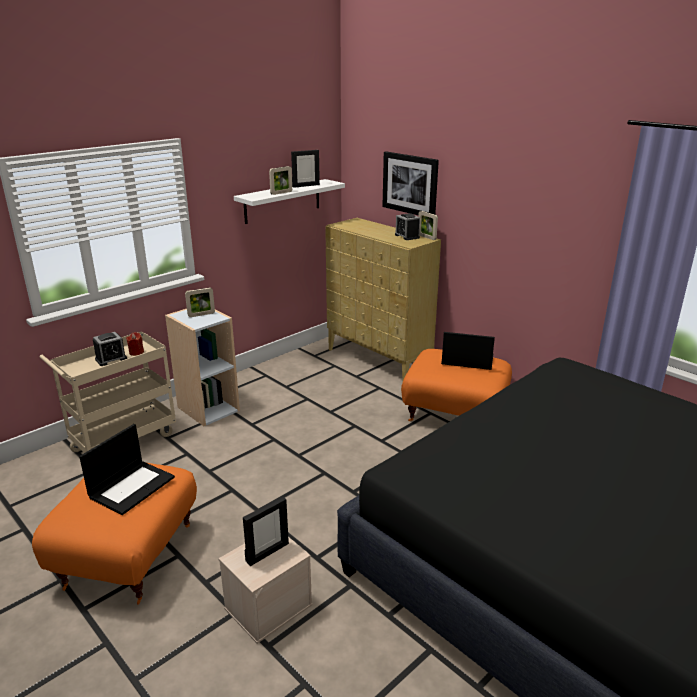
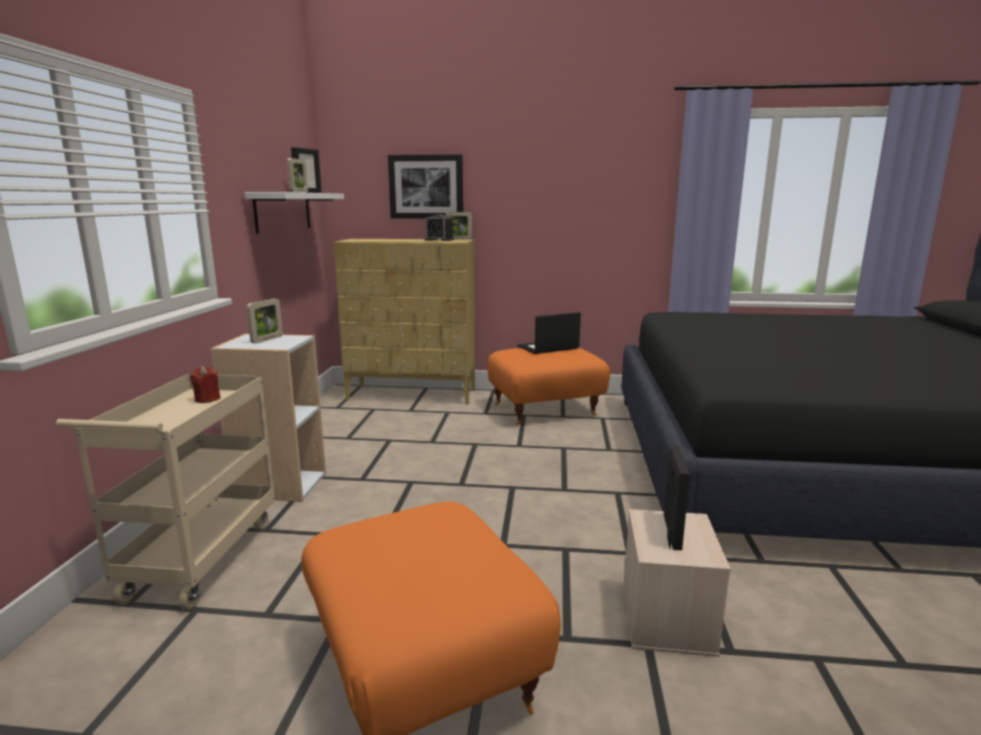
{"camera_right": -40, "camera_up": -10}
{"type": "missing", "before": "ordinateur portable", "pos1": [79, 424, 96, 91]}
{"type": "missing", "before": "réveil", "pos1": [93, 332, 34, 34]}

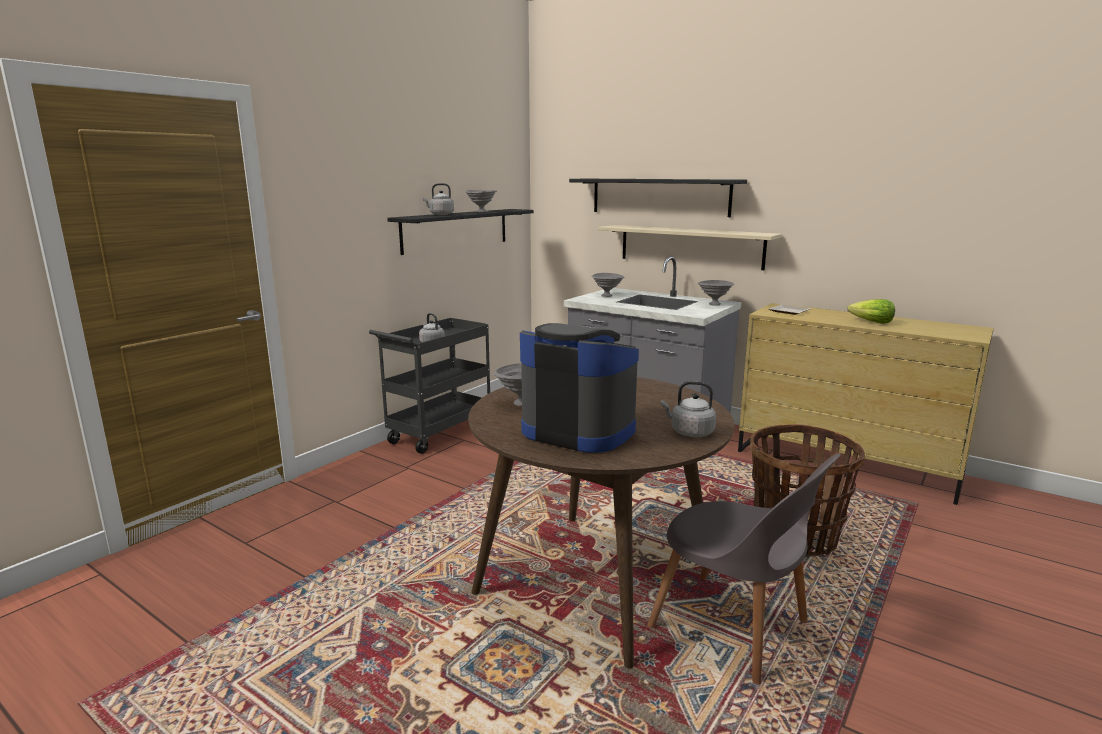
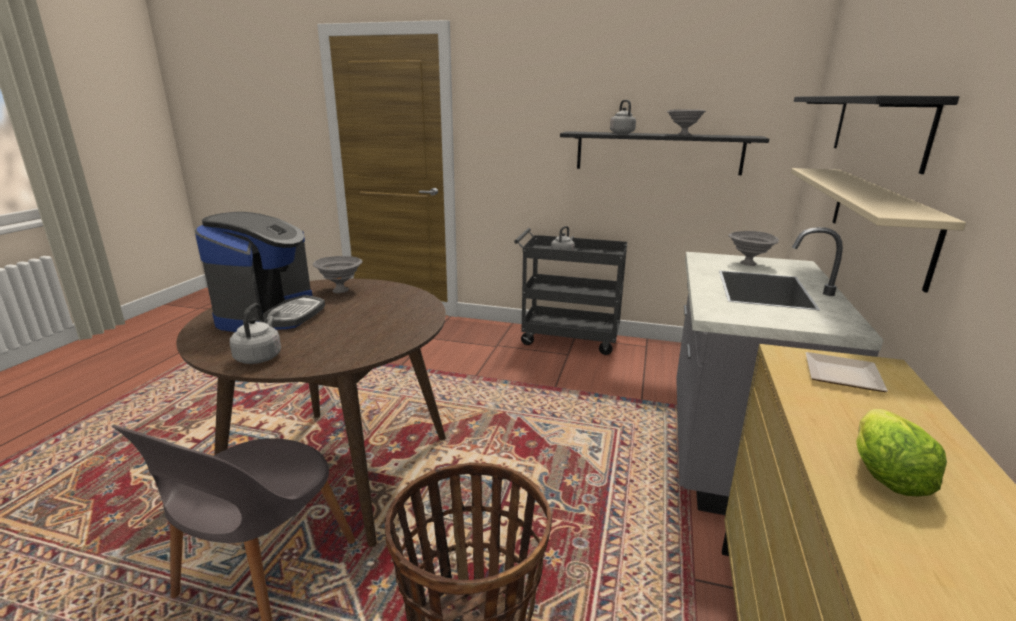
{"camera_right": 70, "camera_up": 5}
{"type": "missing", "before": "bol [gris]", "pos1": [698, 280, 36, 26]}

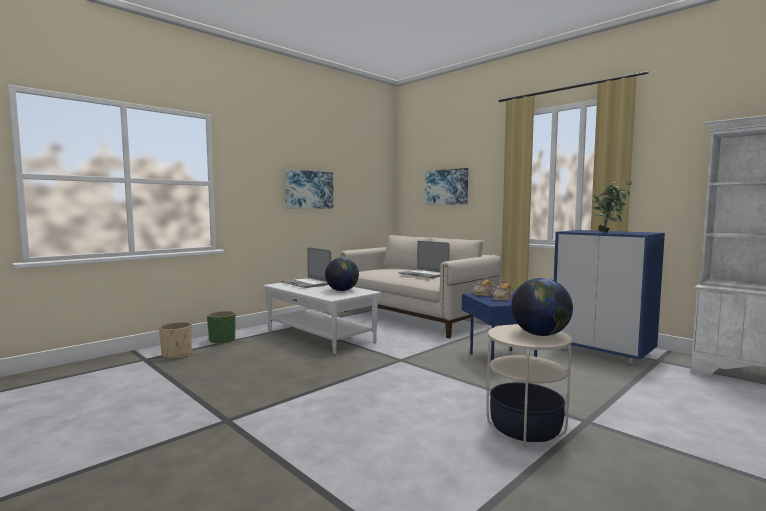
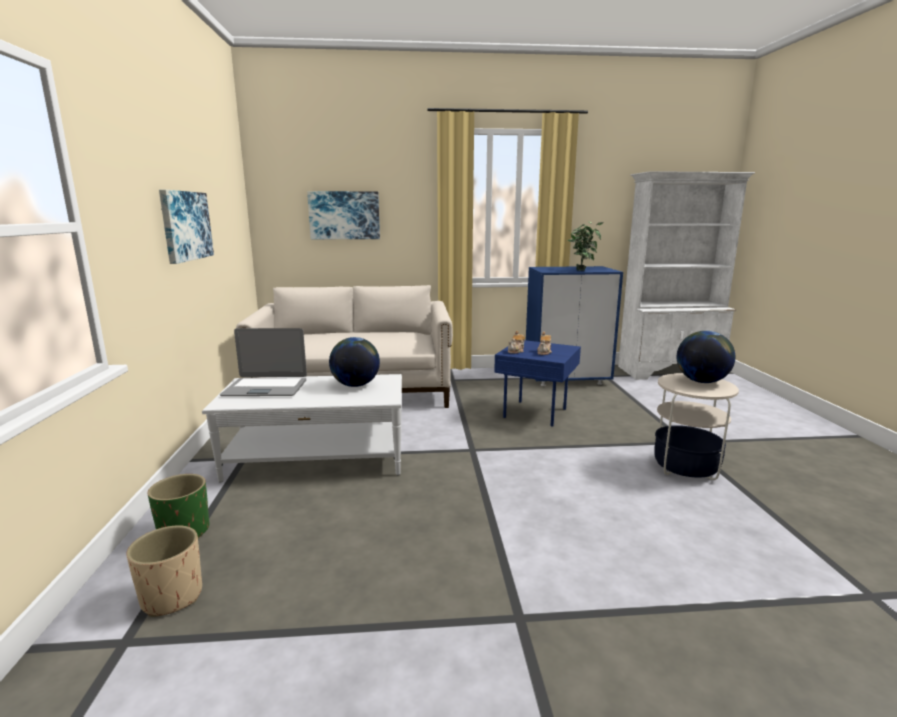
{"camera_right": -50, "camera_up": 10}
{"type": "missing", "before": "ordinateur portable", "pos1": [399, 241, 51, 37]}

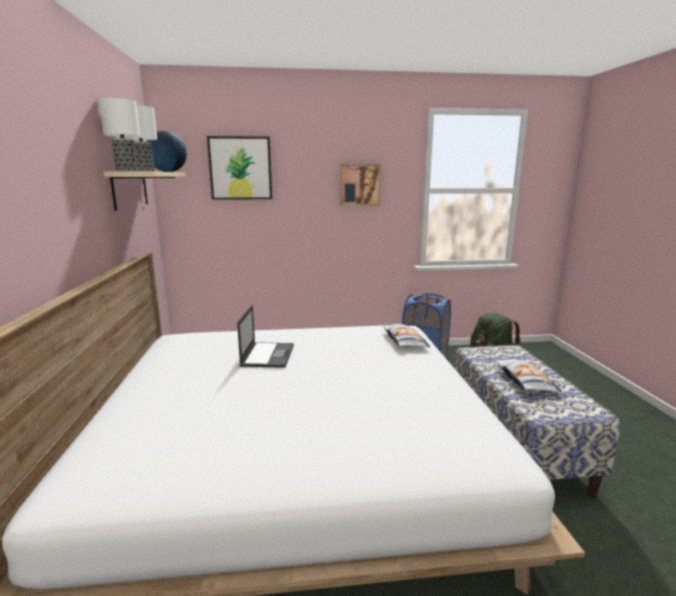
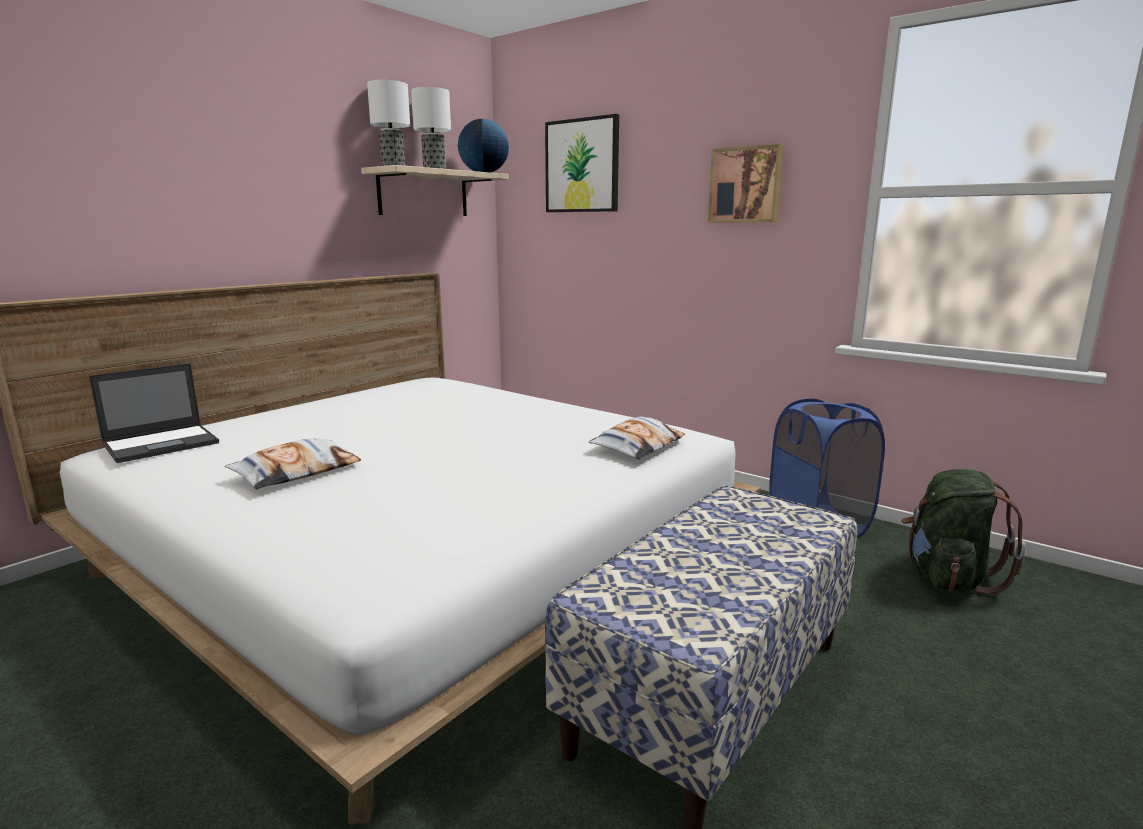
{"camera_right": 45, "camera_up": 0}
{"type": "relocated", "before": "ordinateur portable", "pos1": [237, 305, 57, 63], "pos2": [89, 363, 130, 100]}
{"type": "relocated", "before": "coussin", "pos1": [495, 359, 67, 33], "pos2": [225, 438, 136, 51]}

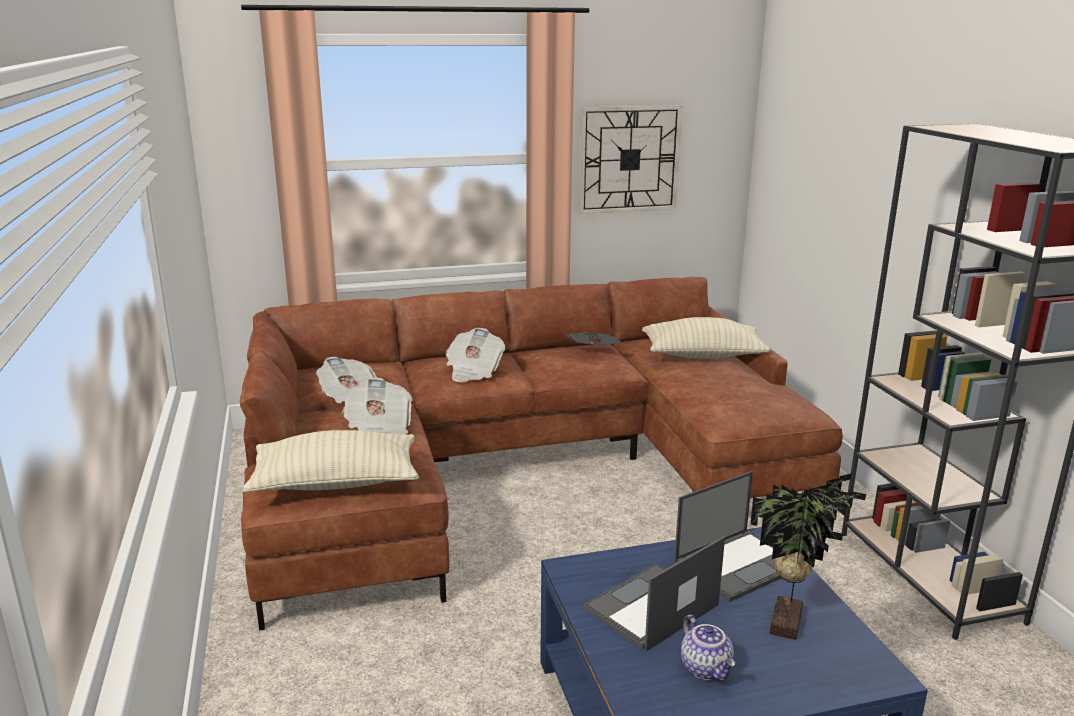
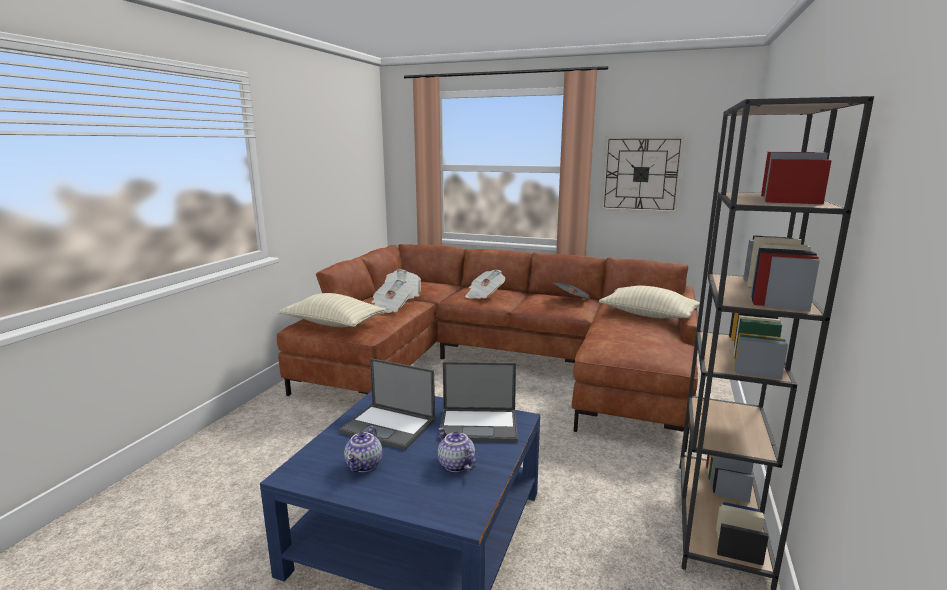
{"camera_right": 35, "camera_up": -5}
{"type": "exchanged", "before": "plante en pot", "after": "théière", "pos1": [750, 473, 116, 167], "pos2": [438, 428, 38, 44]}
{"type": "spun", "before": "ordinateur portable", "pos1": [583, 536, 142, 116], "pos2": [339, 358, 96, 92], "turn": -150}

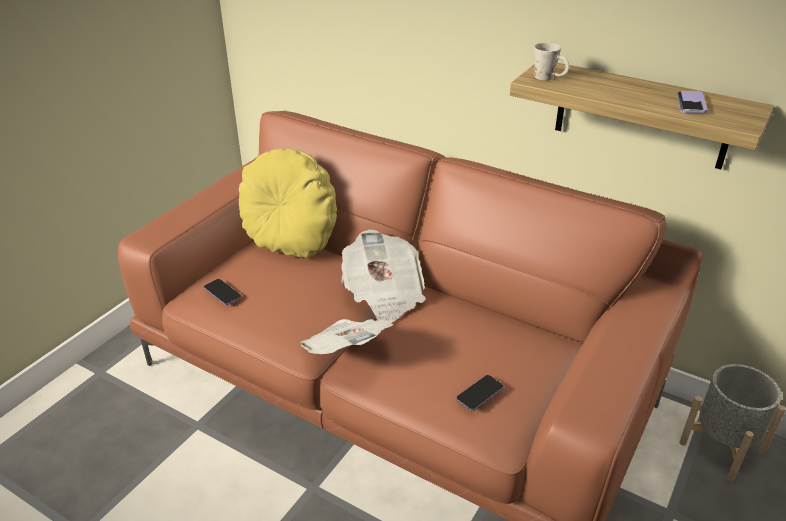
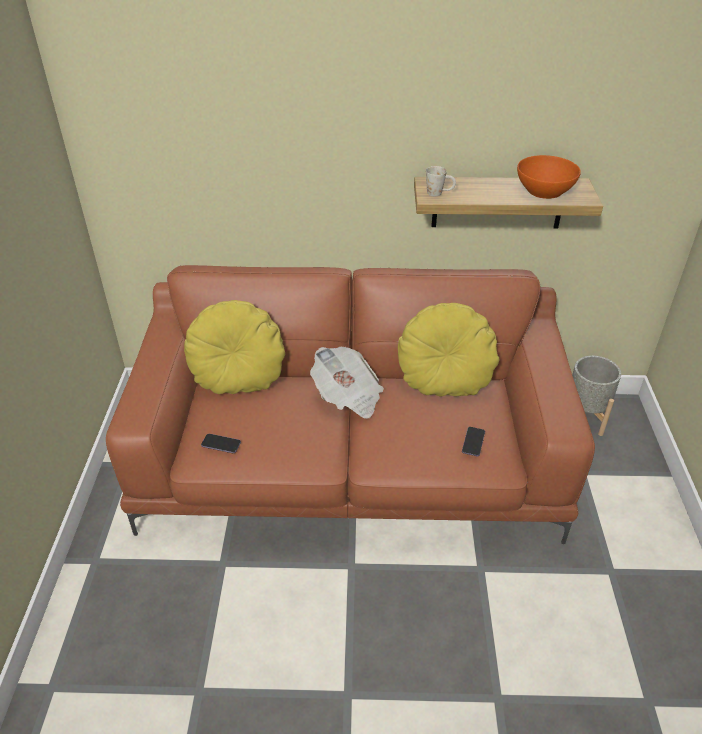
{"camera_right": -30, "camera_up": 5}
{"type": "missing", "before": "journal", "pos1": [300, 319, 94, 35]}
{"type": "appeared", "after": "coussin [jaune]", "pos2": [398, 303, 101, 93]}
{"type": "exchanged", "before": "téléphone", "after": "bol [orange]", "pos1": [677, 91, 30, 22], "pos2": [517, 155, 64, 44]}

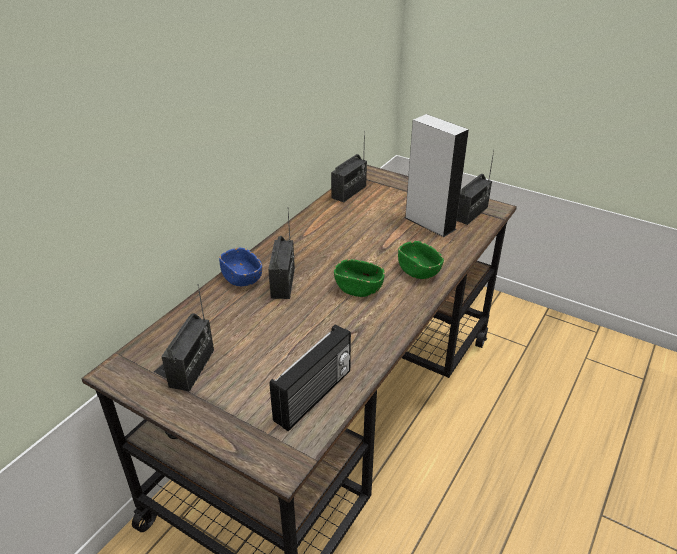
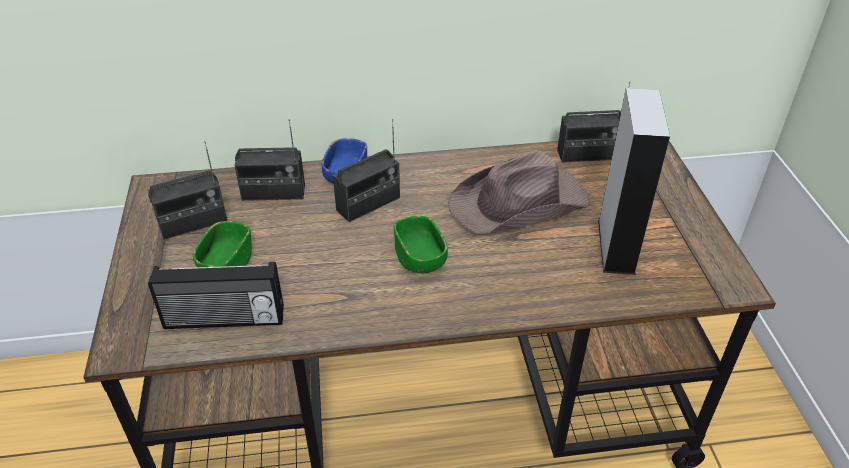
{"camera_right": 50, "camera_up": 5}
{"type": "appeared", "after": "chapeau [marron]", "pos2": [448, 150, 142, 84]}
{"type": "relocated", "before": "bol [vert]", "pos1": [398, 241, 46, 38], "pos2": [193, 221, 59, 46]}
{"type": "relocated", "before": "radio", "pos1": [457, 150, 37, 75], "pos2": [234, 119, 71, 82]}

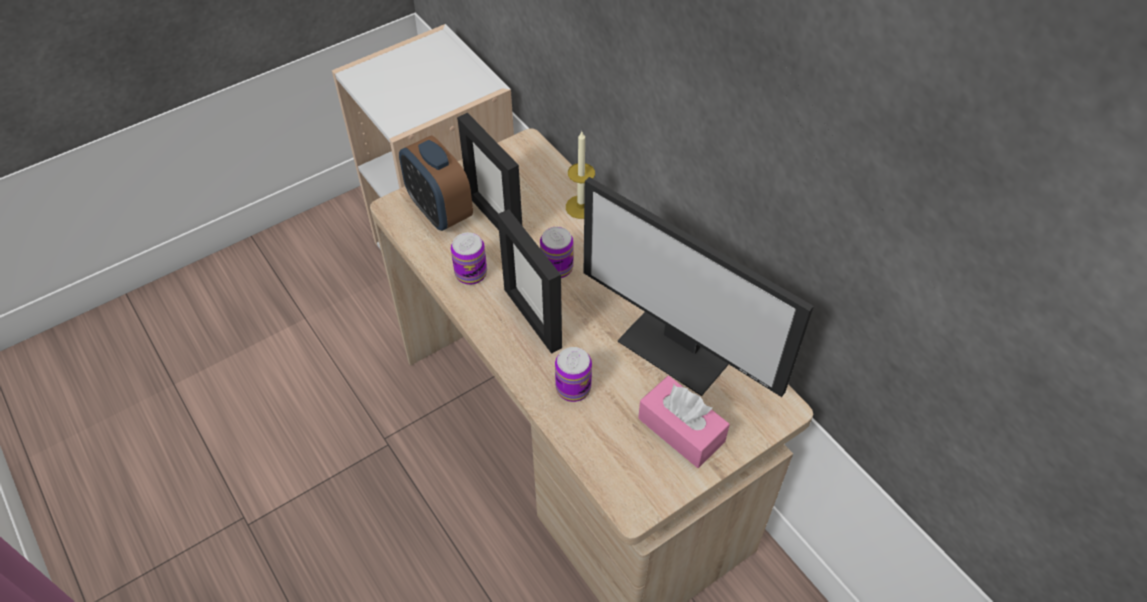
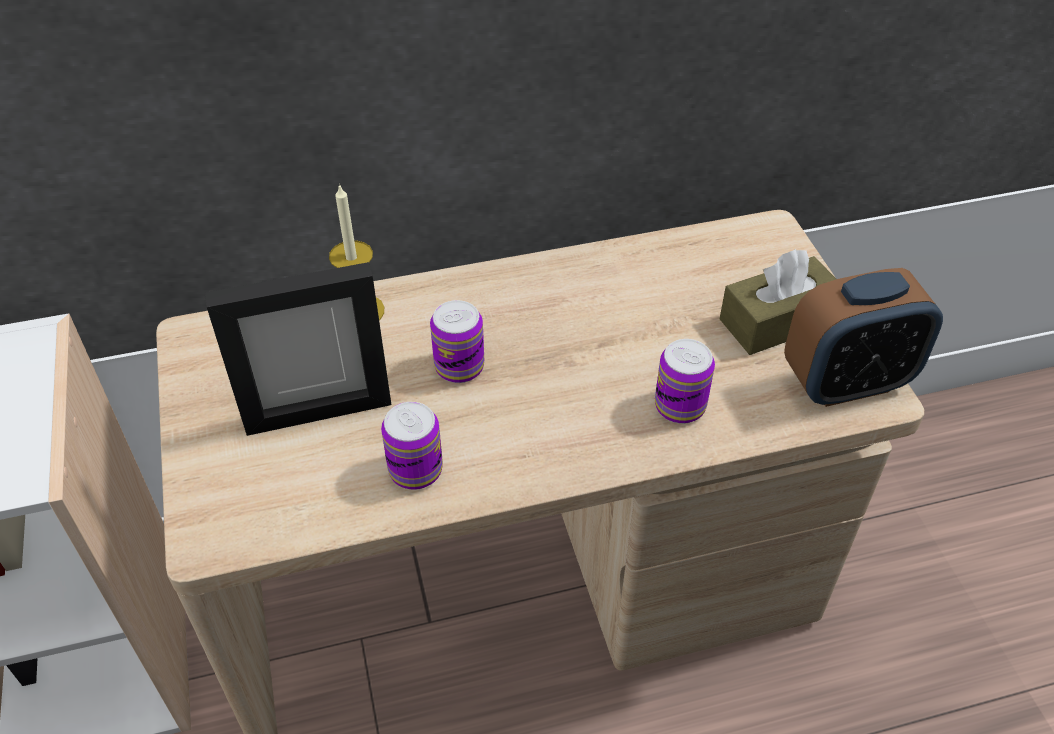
{"camera_right": -70, "camera_up": -5}
{"type": "missing", "before": "cadre photo", "pos1": [497, 209, 65, 144]}
{"type": "missing", "before": "écran d'ordinateur", "pos1": [584, 177, 230, 220]}
{"type": "relocated", "before": "réveil", "pos1": [399, 136, 74, 95], "pos2": [784, 268, 159, 139]}
{"type": "colour", "before": "boîte à mouchoirs [rose]", "after": "boîte à mouchoirs [marron]", "pos1": [638, 376, 92, 92], "pos2": [720, 249, 116, 106]}

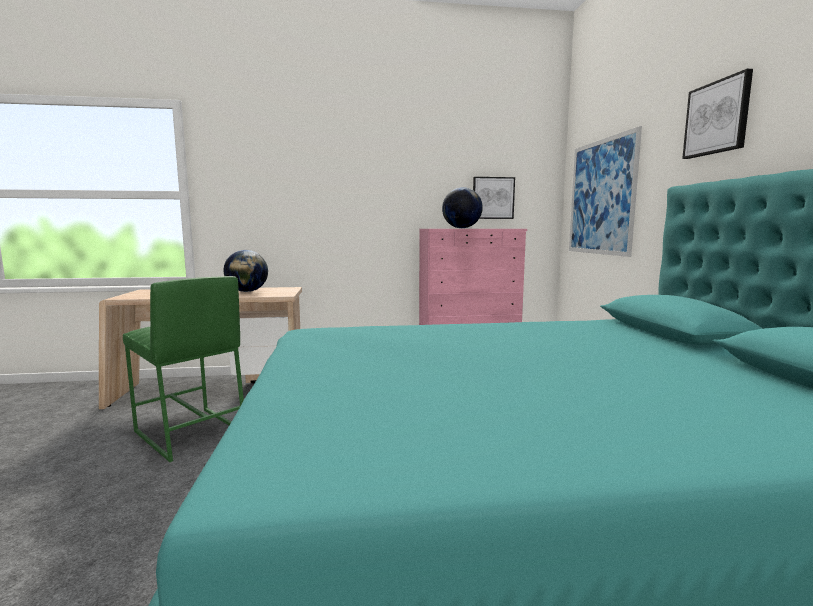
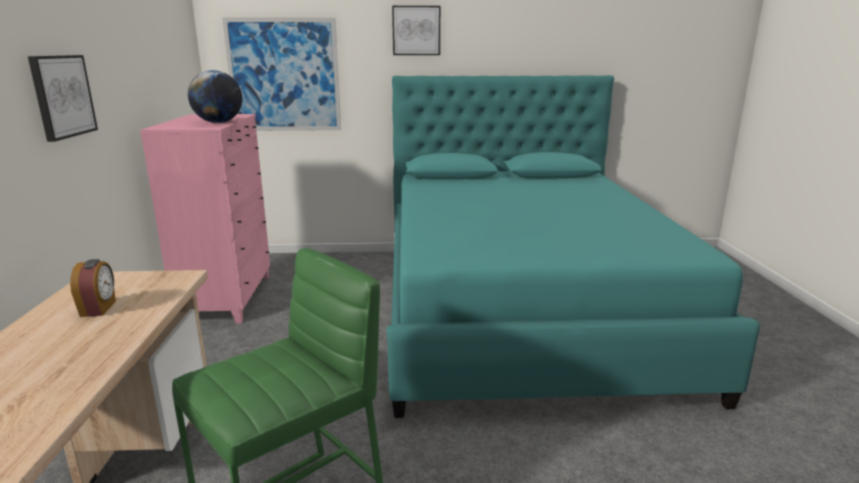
{"camera_right": -85, "camera_up": 10}
{"type": "relocated", "before": "tableau", "pos1": [473, 177, 42, 42], "pos2": [28, 55, 70, 87]}
{"type": "exchanged", "before": "globe", "after": "réveil", "pos1": [224, 250, 44, 42], "pos2": [70, 259, 46, 58]}

